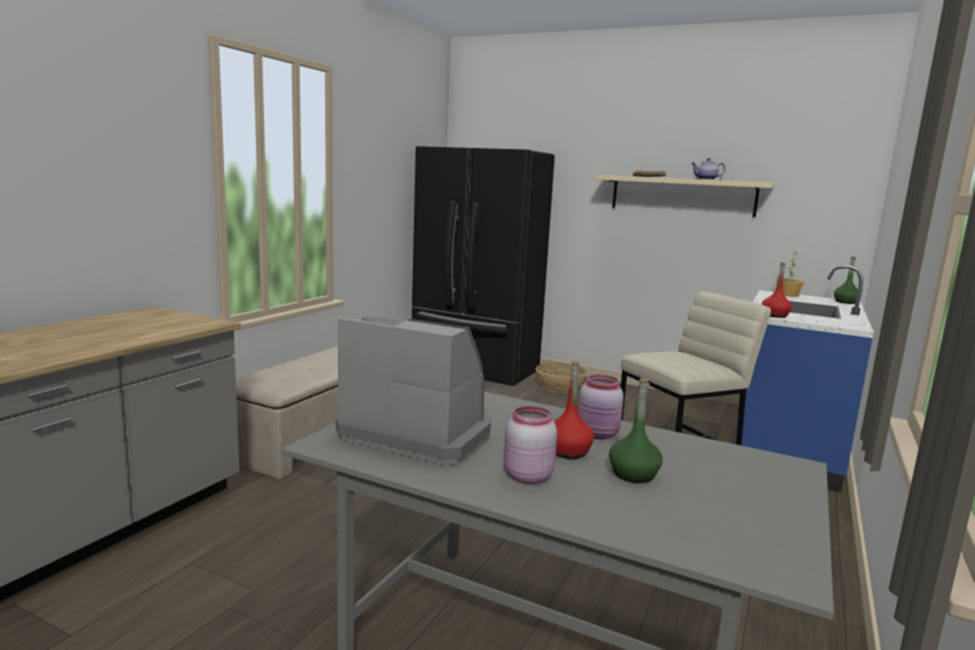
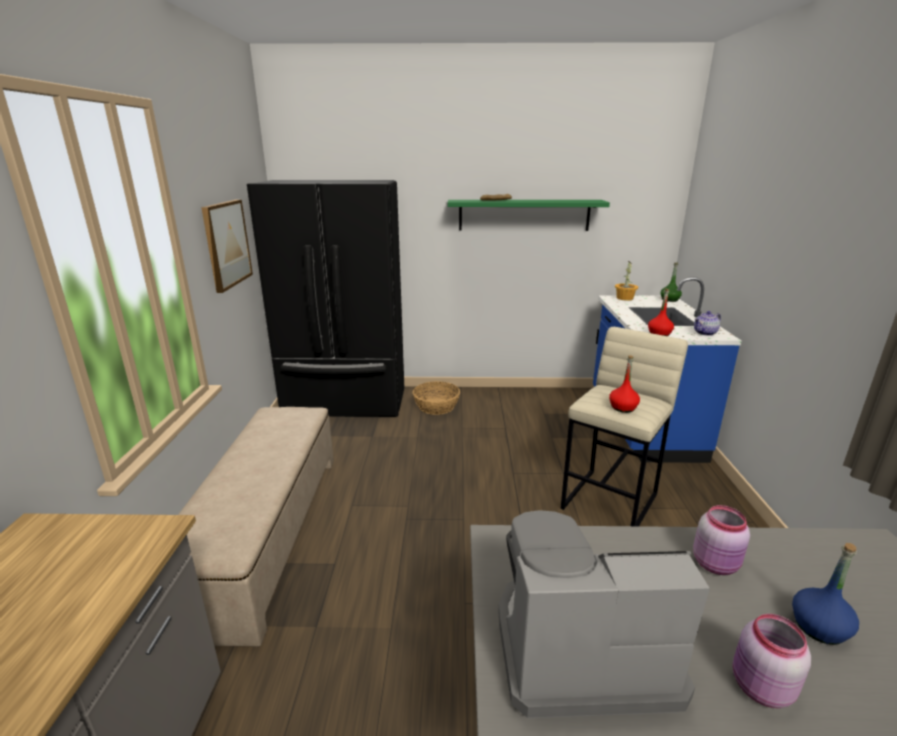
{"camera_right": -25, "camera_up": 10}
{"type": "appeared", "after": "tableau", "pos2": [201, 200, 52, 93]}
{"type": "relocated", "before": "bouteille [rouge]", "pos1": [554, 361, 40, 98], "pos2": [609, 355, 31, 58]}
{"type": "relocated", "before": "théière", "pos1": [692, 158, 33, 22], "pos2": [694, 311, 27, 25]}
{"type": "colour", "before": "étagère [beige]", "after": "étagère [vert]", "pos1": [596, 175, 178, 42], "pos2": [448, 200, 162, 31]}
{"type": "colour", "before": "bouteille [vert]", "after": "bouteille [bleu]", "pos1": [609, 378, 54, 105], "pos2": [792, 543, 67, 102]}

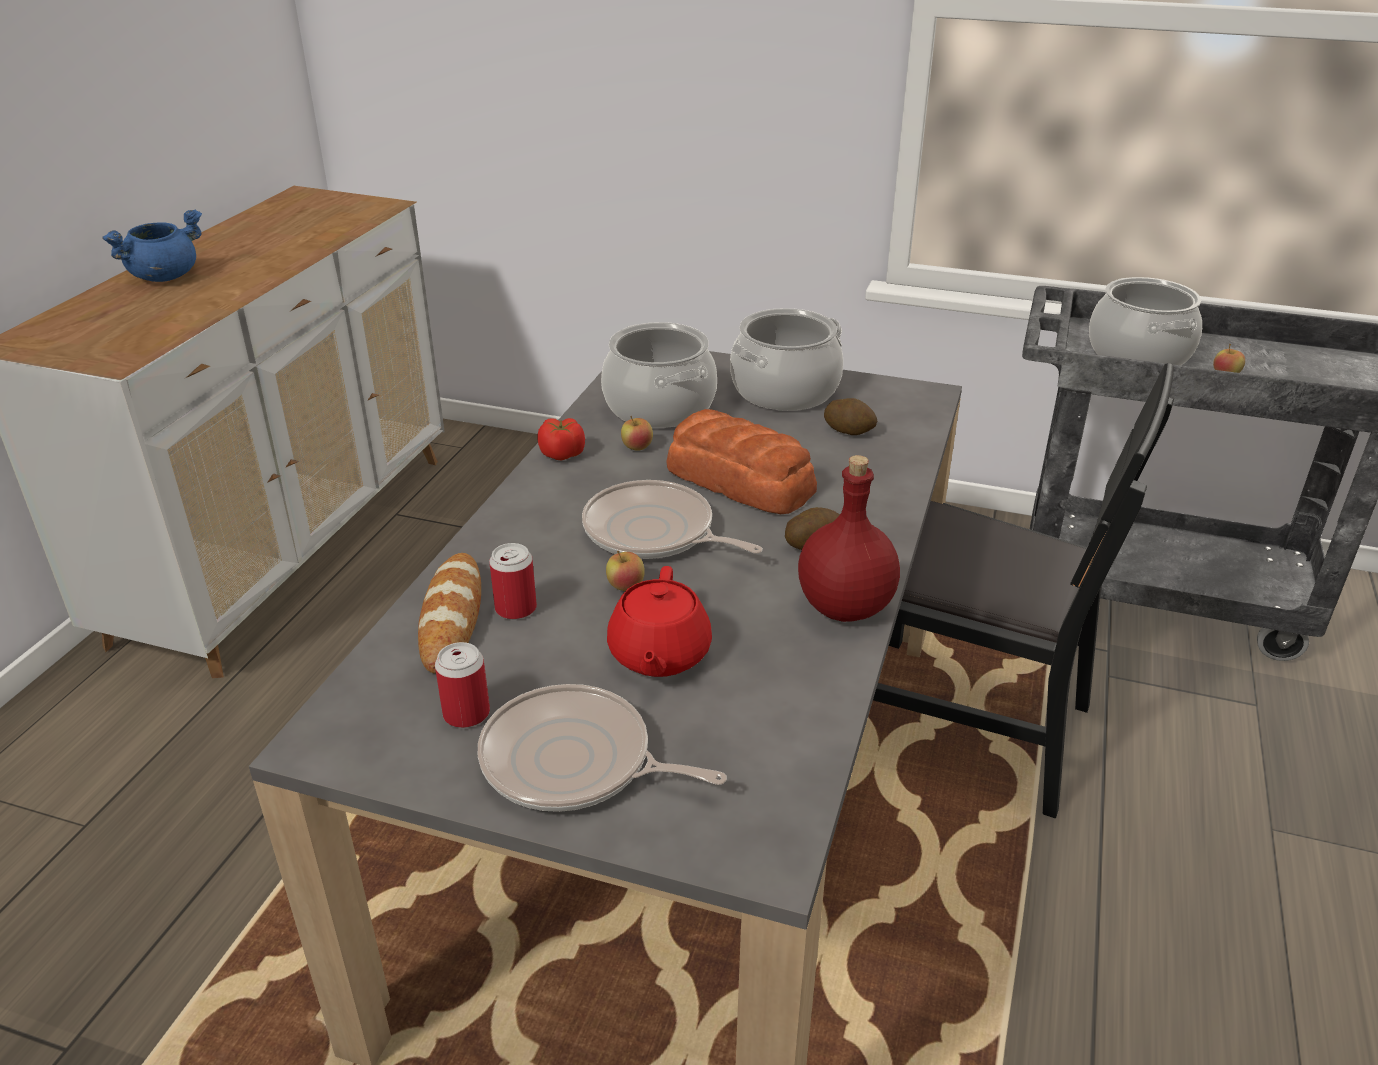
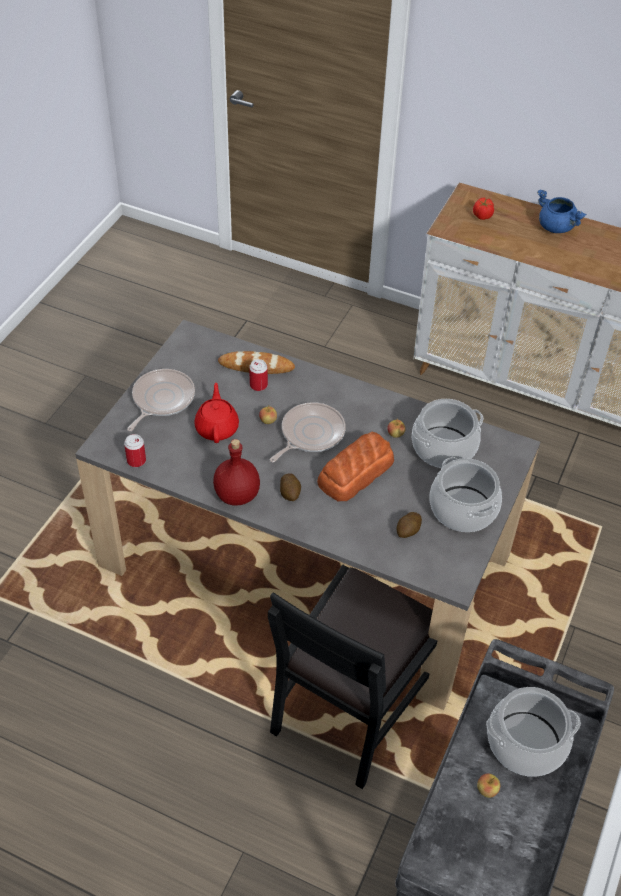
{"camera_right": 95, "camera_up": 15}
{"type": "relocated", "before": "boîte métallique", "pos1": [435, 642, 55, 86], "pos2": [124, 434, 22, 33]}
{"type": "relocated", "before": "tomate", "pos1": [538, 418, 47, 42], "pos2": [473, 198, 21, 22]}
{"type": "spun", "before": "théière [rouge]", "pos1": [607, 566, 105, 111], "pos2": [194, 383, 45, 60], "turn": 75}

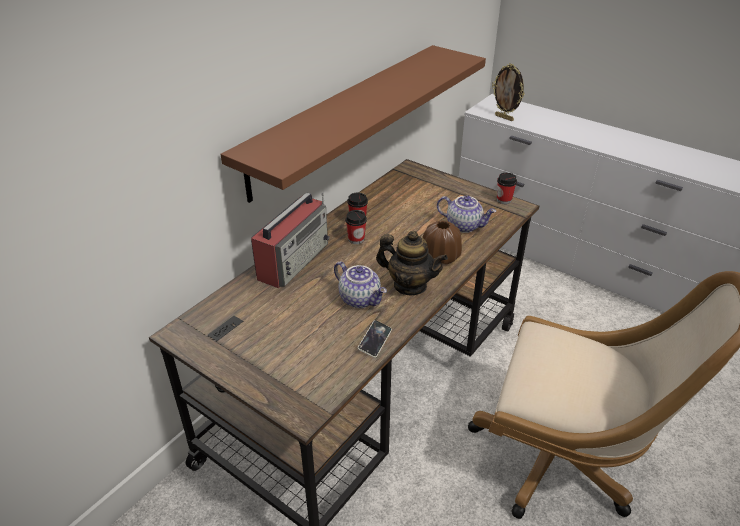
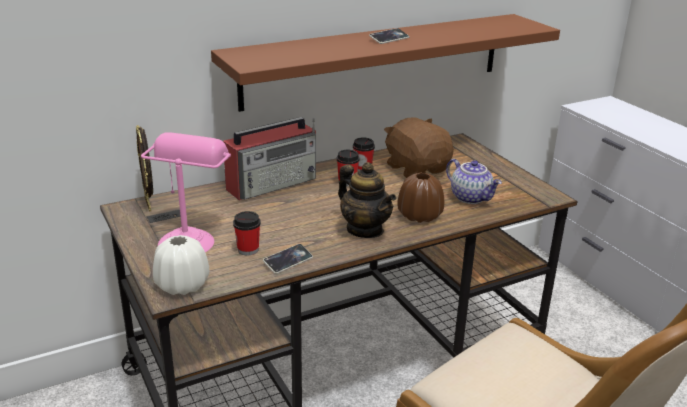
{"camera_right": 25, "camera_up": -10}
{"type": "missing", "before": "théière", "pos1": [334, 262, 53, 46]}
{"type": "appeared", "after": "lampe de table [rose]", "pos2": [141, 132, 90, 120]}
{"type": "appeared", "after": "vase [blanc]", "pos2": [153, 235, 56, 60]}
{"type": "appeared", "after": "téléphone", "pos2": [369, 28, 40, 16]}
{"type": "appeared", "after": "peluche [marron]", "pos2": [384, 117, 70, 61]}
{"type": "relocated", "before": "cadre photo", "pos1": [492, 63, 33, 58], "pos2": [136, 125, 17, 87]}
{"type": "relocated", "before": "tasse", "pos1": [497, 173, 20, 31], "pos2": [233, 211, 28, 45]}

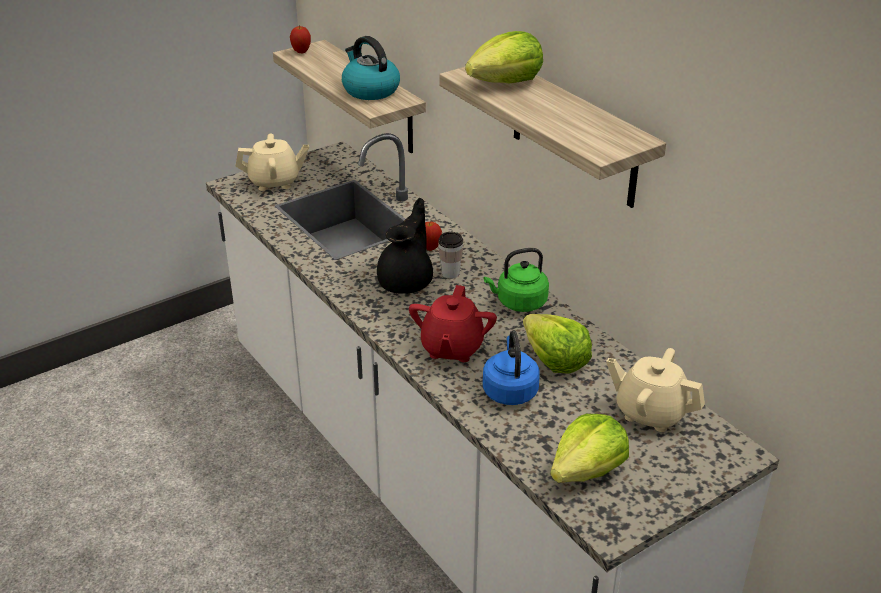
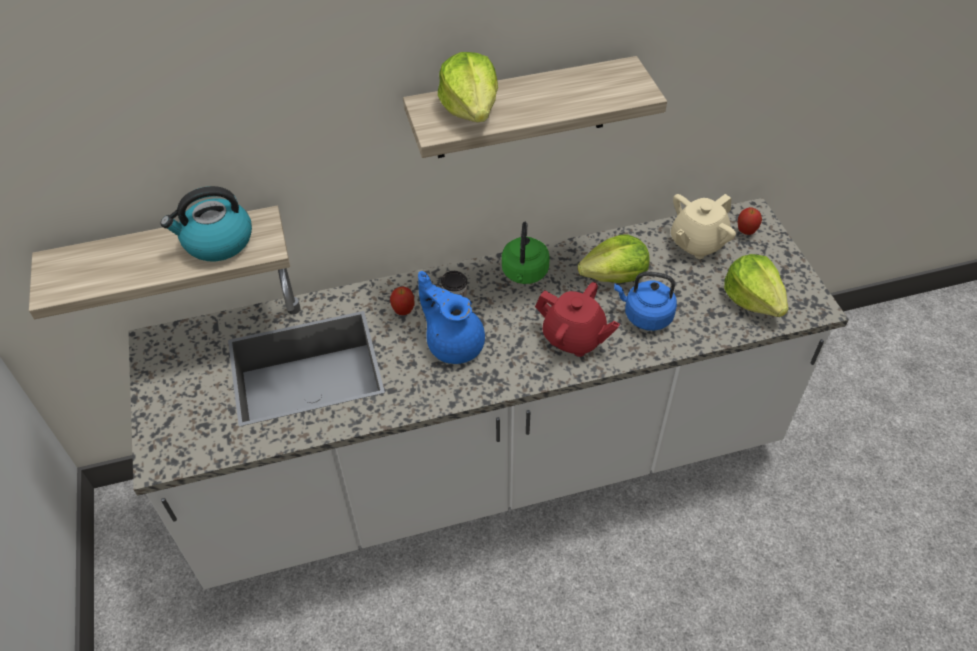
{"camera_right": -70, "camera_up": 15}
{"type": "missing", "before": "théière [beige]", "pos1": [235, 133, 74, 58]}
{"type": "relocated", "before": "pomme", "pos1": [290, 25, 21, 28], "pos2": [737, 207, 25, 28]}
{"type": "colour", "before": "théière [noir]", "after": "théière [bleu]", "pos1": [377, 198, 56, 96], "pos2": [418, 271, 67, 93]}

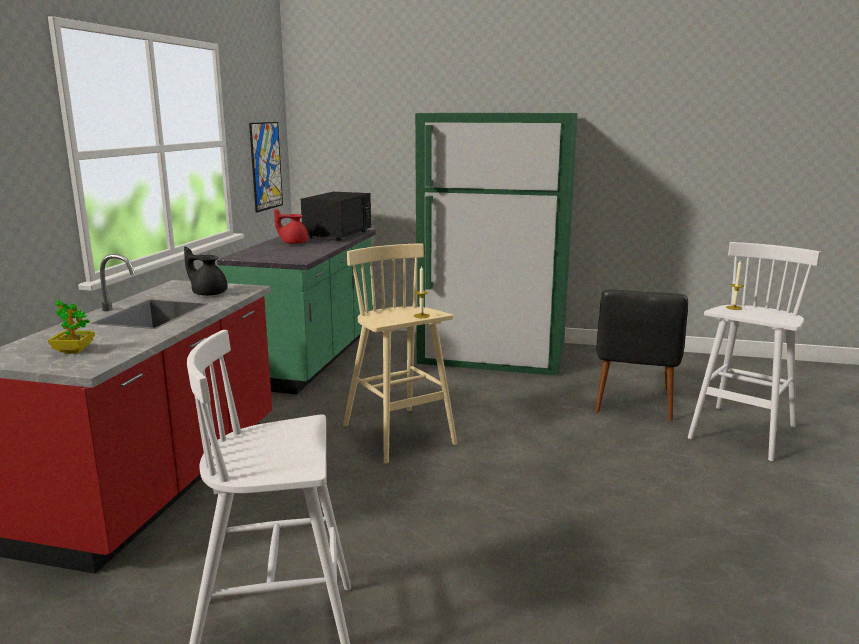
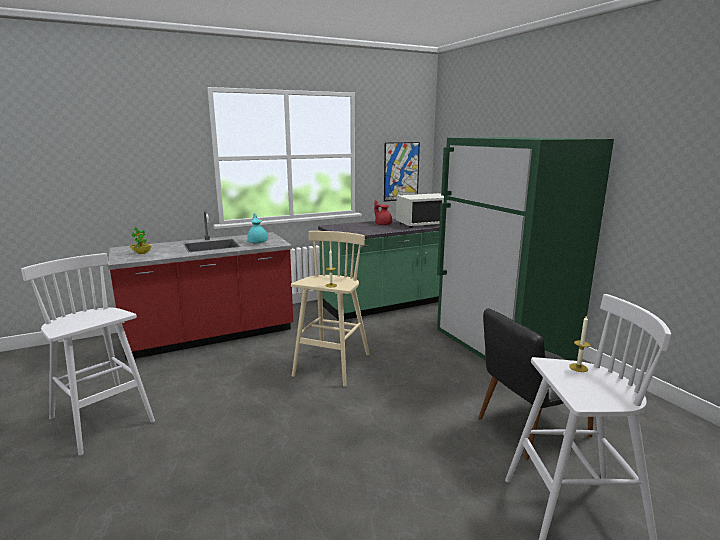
{"camera_right": 50, "camera_up": 0}
{"type": "colour", "before": "théière [noir]", "after": "théière [turquoise]", "pos1": [184, 247, 44, 49], "pos2": [247, 213, 21, 30]}
{"type": "colour", "before": "micro-ondes [noir]", "after": "micro-ondes [blanc]", "pos1": [301, 192, 70, 49], "pos2": [396, 193, 48, 35]}

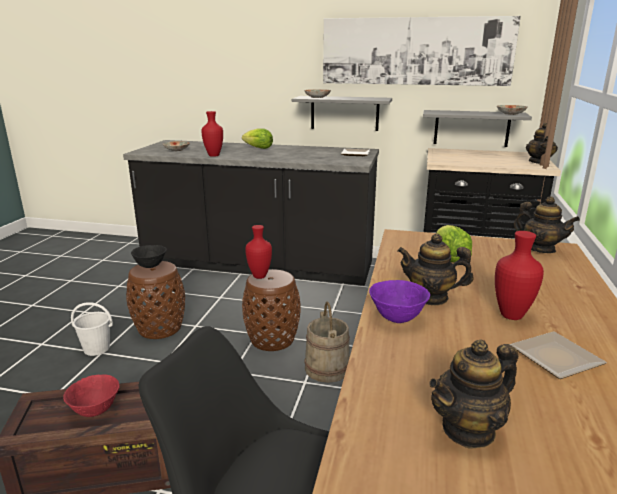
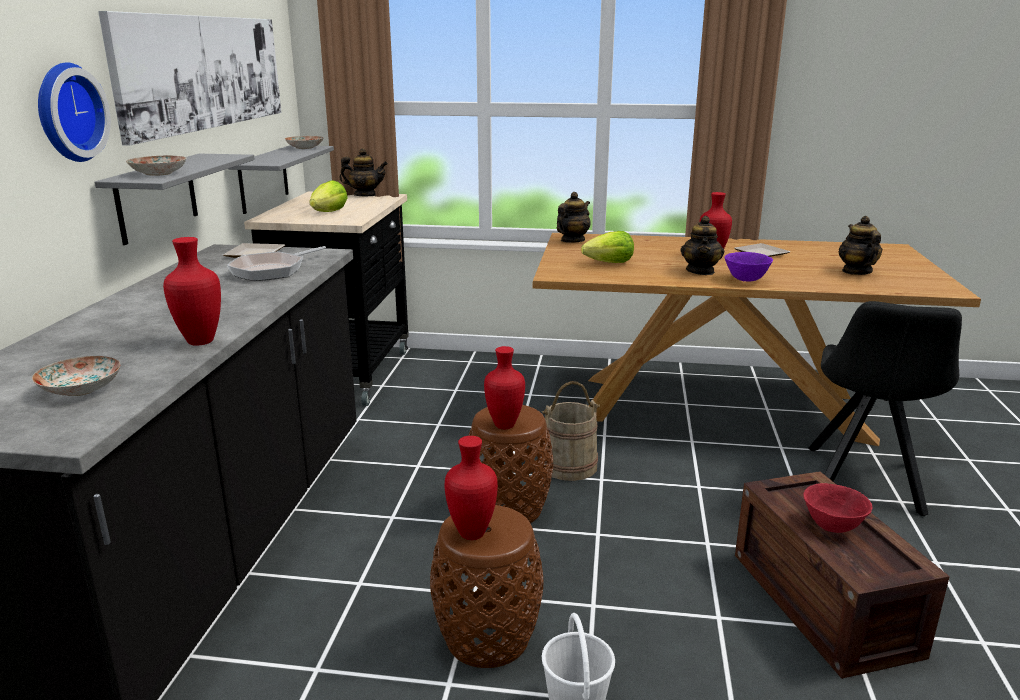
{"camera_right": -95, "camera_up": 0}
{"type": "appeared", "after": "horloge murale", "pos2": [38, 62, 73, 100]}
{"type": "appeared", "after": "poêle", "pos2": [227, 246, 99, 35]}
{"type": "relocated", "before": "laitue", "pos1": [242, 128, 31, 21], "pos2": [309, 180, 39, 32]}
{"type": "exchanged", "before": "bol [noir]", "after": "vase [rouge]", "pos1": [131, 245, 35, 23], "pos2": [445, 436, 53, 104]}
{"type": "spun", "before": "théière", "pos1": [429, 339, 89, 110], "pos2": [838, 216, 44, 59], "turn": -150}

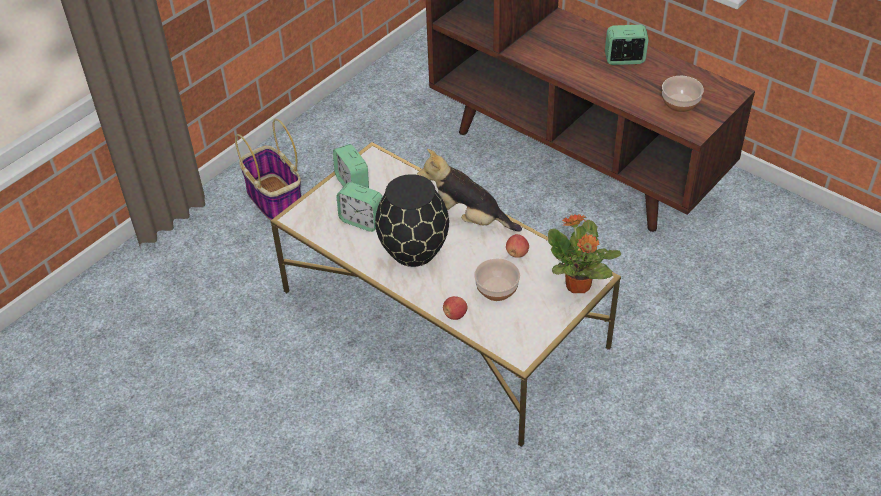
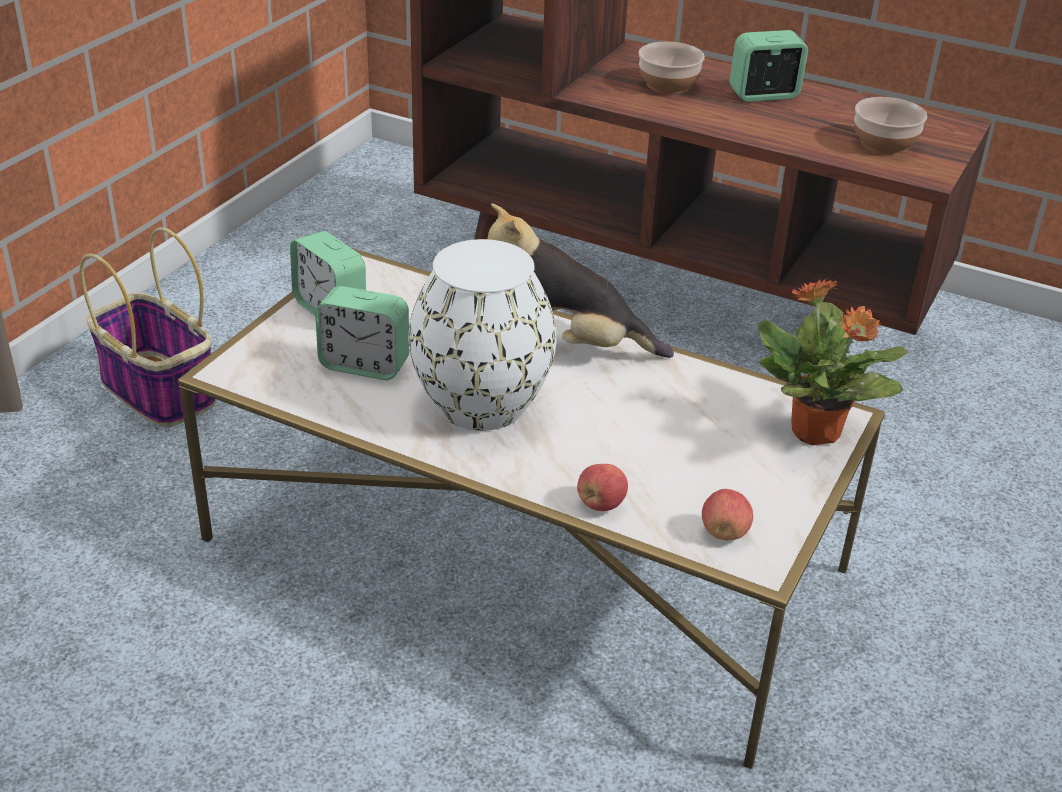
{"camera_right": -15, "camera_up": -10}
{"type": "relocated", "before": "bol", "pos1": [474, 258, 46, 43], "pos2": [639, 42, 66, 52]}
{"type": "relocated", "before": "pomme", "pos1": [506, 234, 23, 24], "pos2": [702, 489, 51, 51]}
{"type": "colour", "before": "vase [noir]", "after": "vase [blanc]", "pos1": [375, 174, 74, 93], "pos2": [408, 239, 148, 192]}

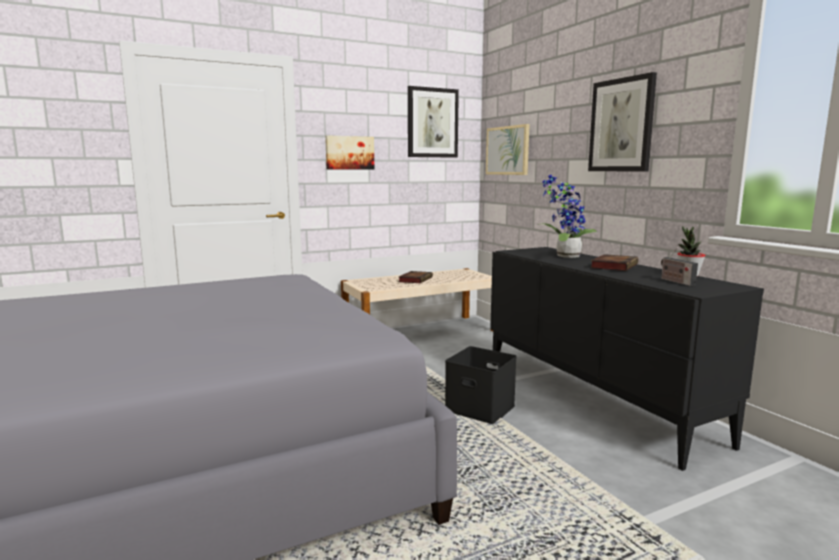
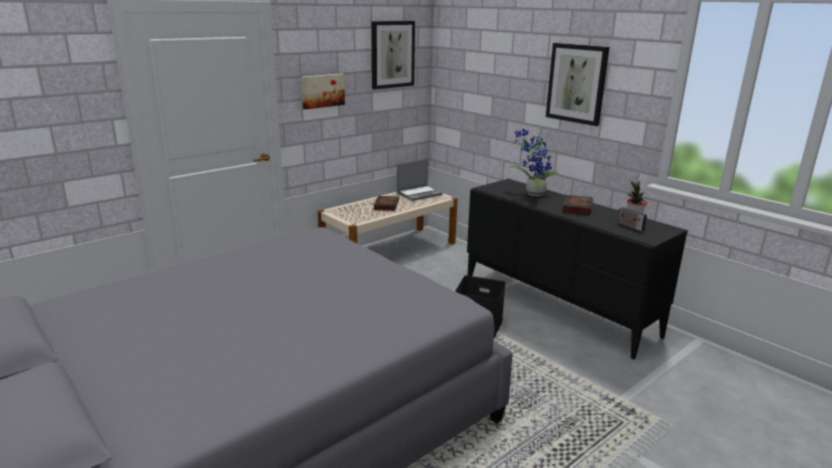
{"camera_right": -15, "camera_up": 10}
{"type": "missing", "before": "tableau", "pos1": [486, 124, 44, 51]}
{"type": "appeared", "after": "ordinateur portable", "pos2": [397, 160, 46, 41]}

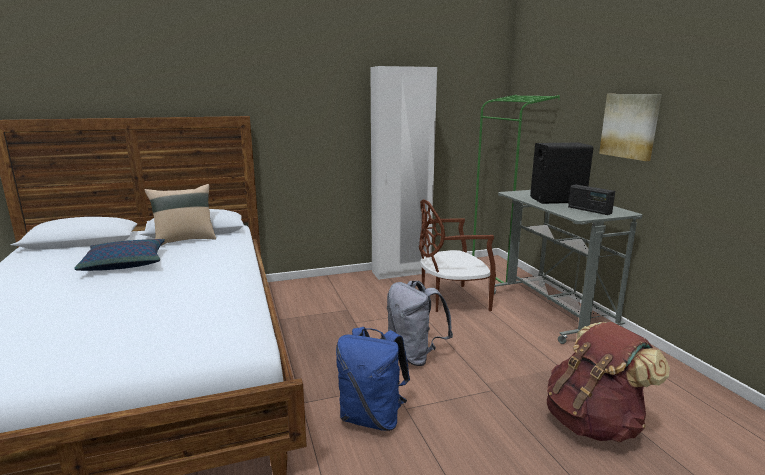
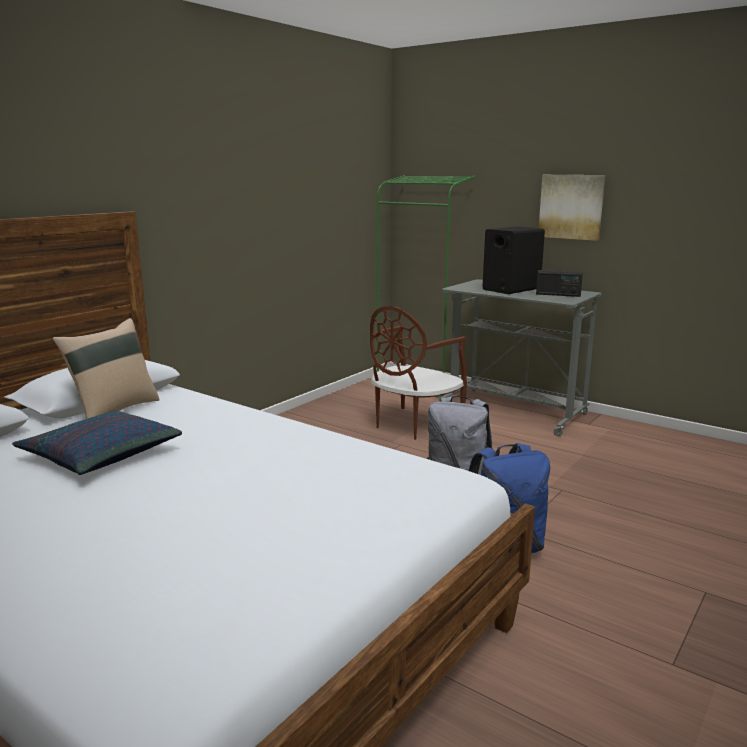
{"camera_right": -35, "camera_up": 0}
{"type": "missing", "before": "armoire [blanc]", "pos1": [370, 66, 67, 214]}
{"type": "missing", "before": "sac à dos [marron]", "pos1": [547, 322, 123, 121]}

